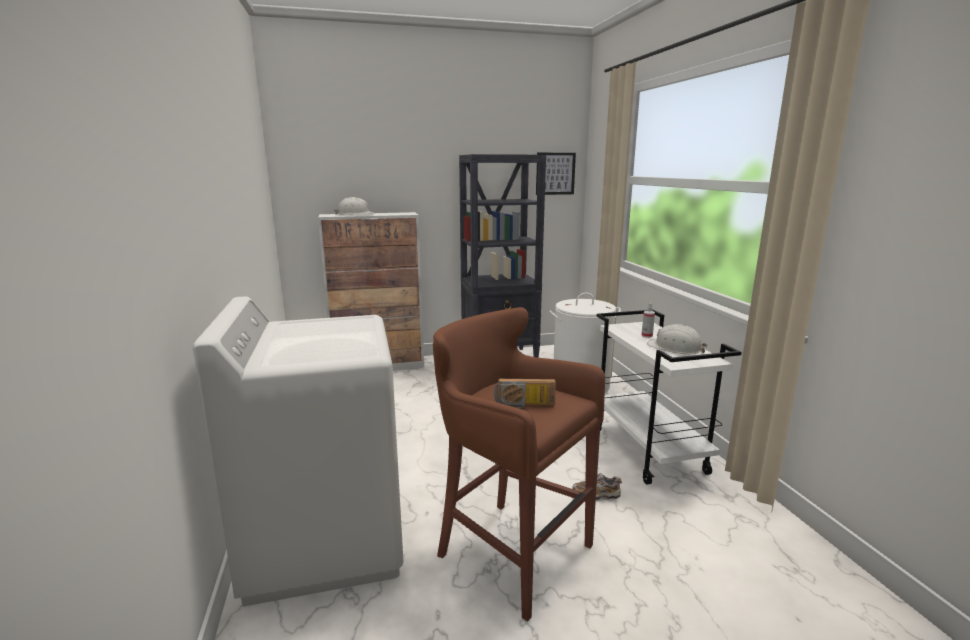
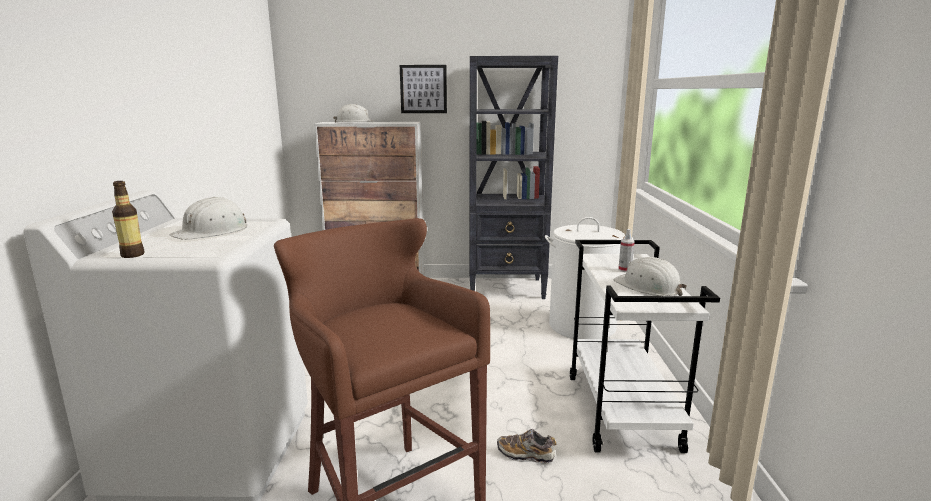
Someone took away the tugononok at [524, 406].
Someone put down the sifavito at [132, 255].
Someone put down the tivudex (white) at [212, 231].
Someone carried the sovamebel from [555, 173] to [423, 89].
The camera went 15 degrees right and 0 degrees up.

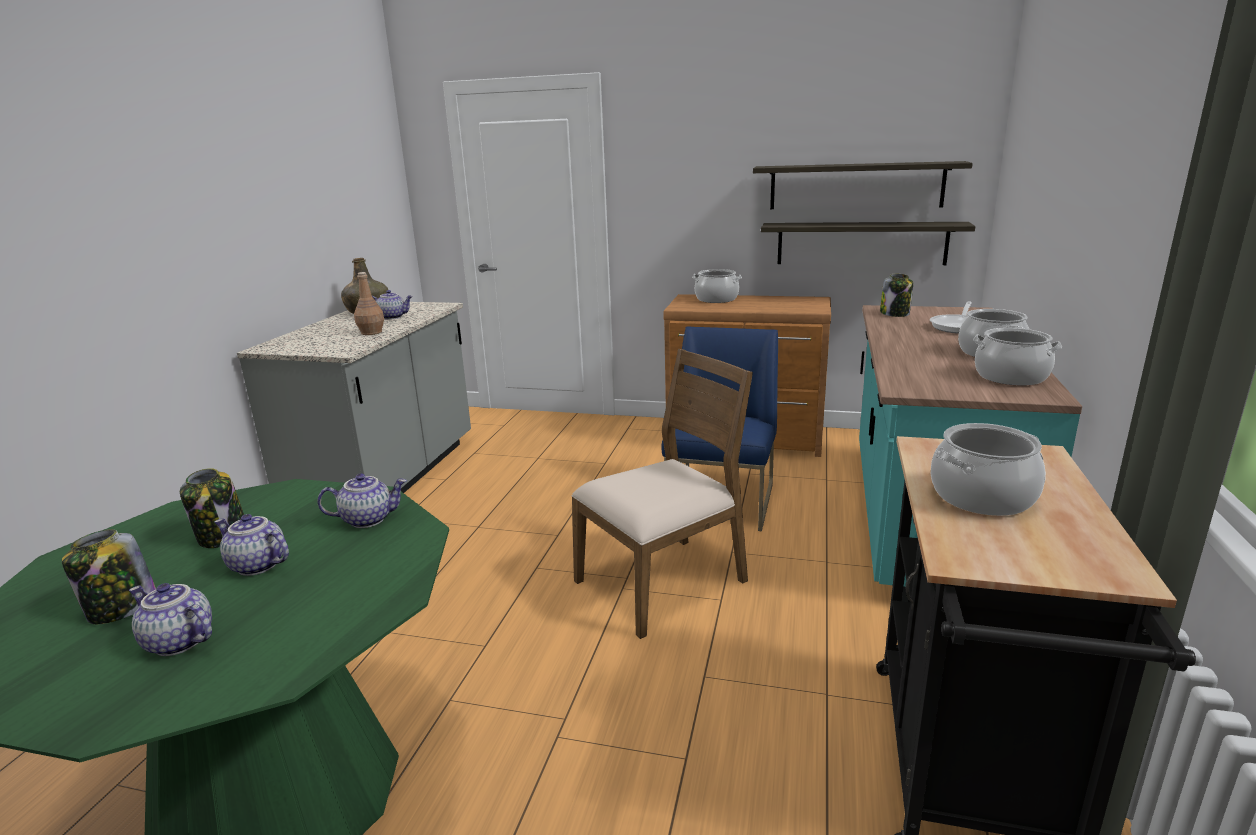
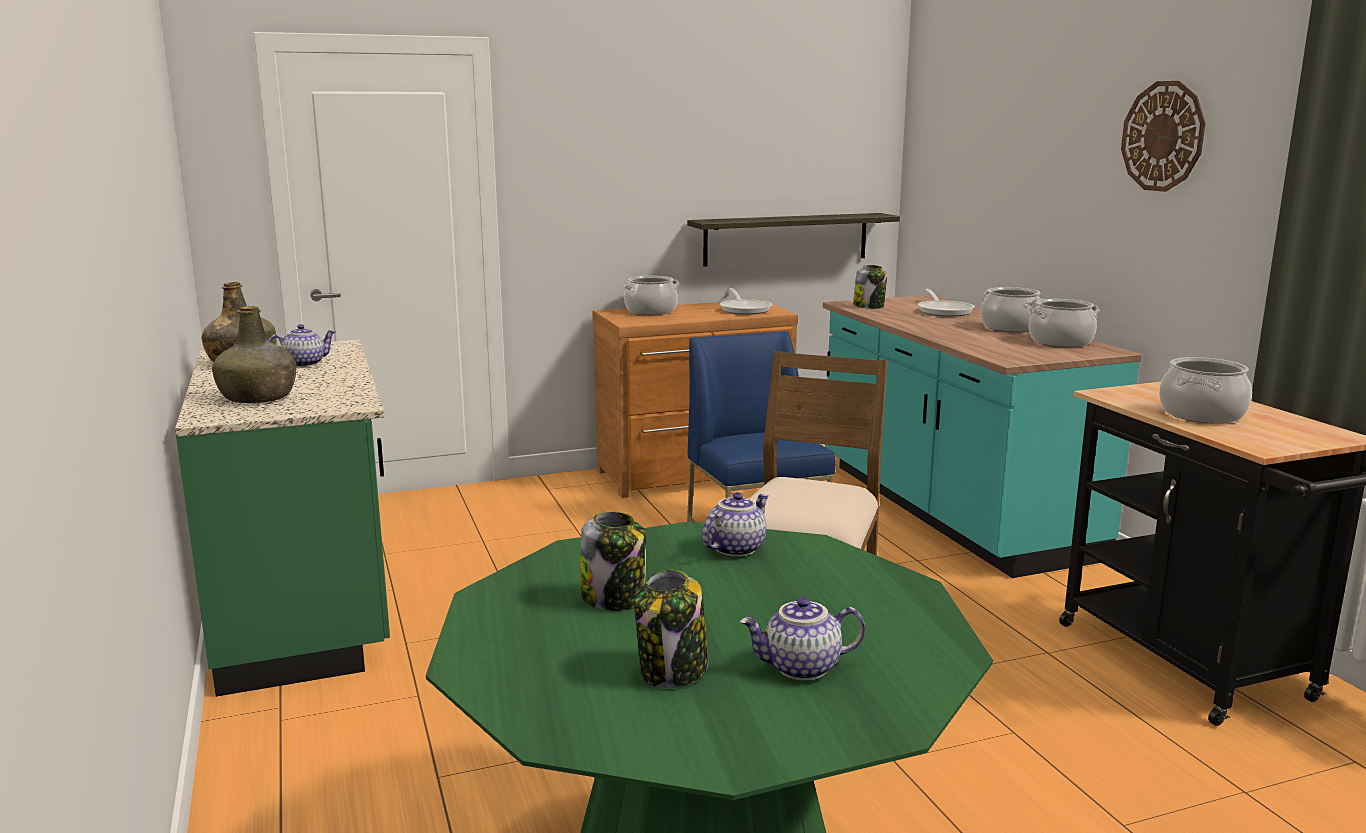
Someone took away the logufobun at [256, 566].
Someone took away the sifavito (brown) at [371, 332].
Someone took away the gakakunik at [855, 186].
Someone put down the sifavito (green) at [259, 397].
Someone put down the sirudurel at [745, 309].
Someone put up the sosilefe at [1163, 136].
Someone repainted the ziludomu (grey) at [388, 480], which became the ziludomu (green) at [307, 609].
The camera went 35 degrees left and 5 degrees down.

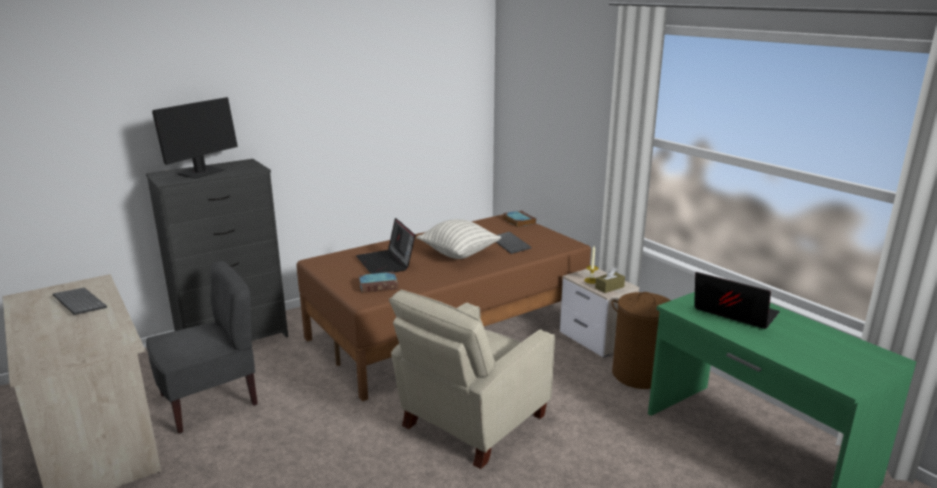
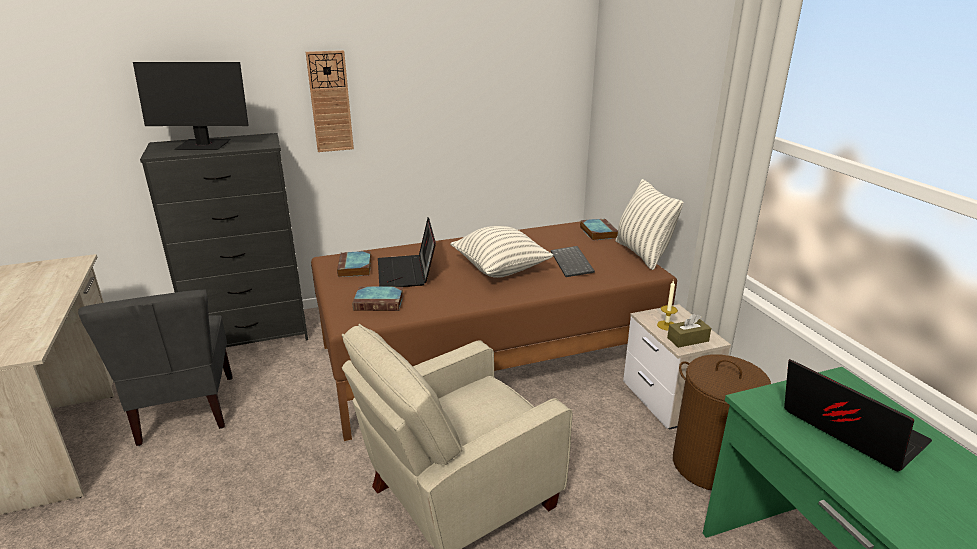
Someone took away the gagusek at [78, 303].
Someone put up the sosilefe at [330, 102].
Someone put down the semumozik at [355, 268].
Someone put down the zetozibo at [642, 254].
Someone rotated the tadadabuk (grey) at [210, 401] by 90 degrees clockwise.
Someone rotated the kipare at [201, 172] by 45 degrees clockwise.
The camera went 15 degrees right and 5 degrees up.

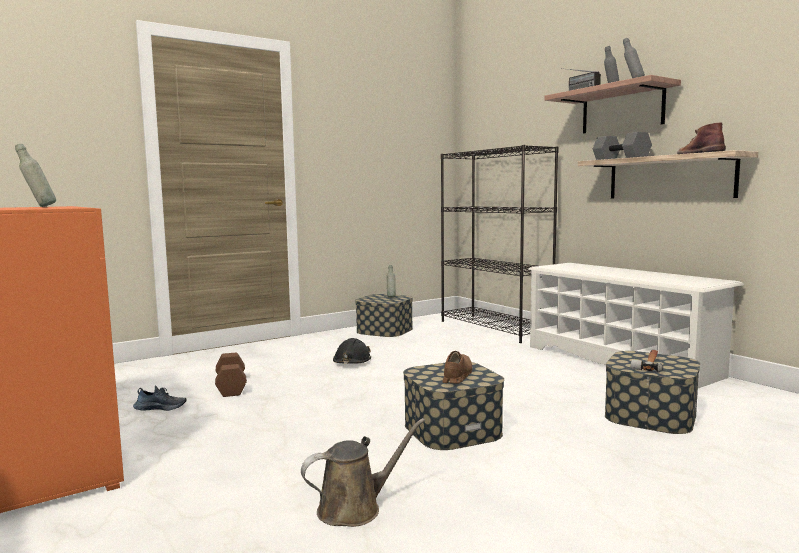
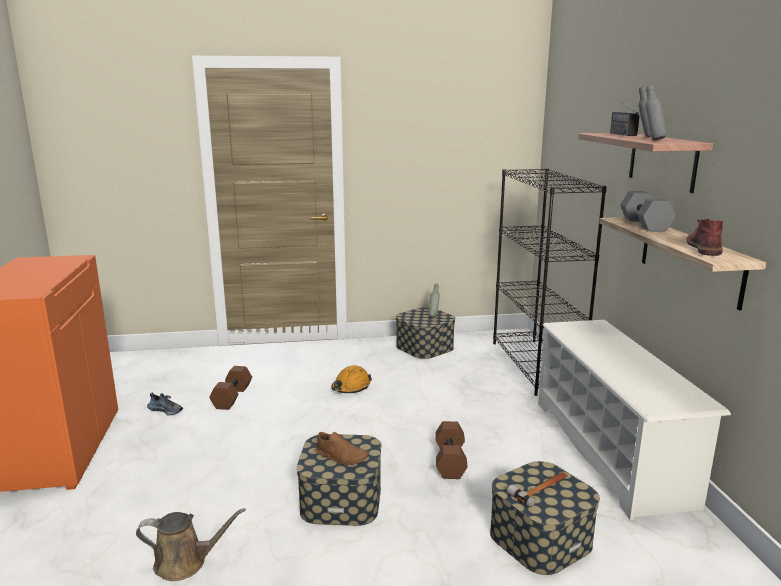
Someone took away the sifavito (grey) at [39, 207].
Someone put down the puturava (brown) at [451, 461].
Someone repainted the tivudex (black) at [352, 362], which became the tivudex (orange) at [351, 387].
Someone rotated the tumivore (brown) at [457, 375] by 75 degrees clockwise.
The camera went 25 degrees right and 10 degrees up.

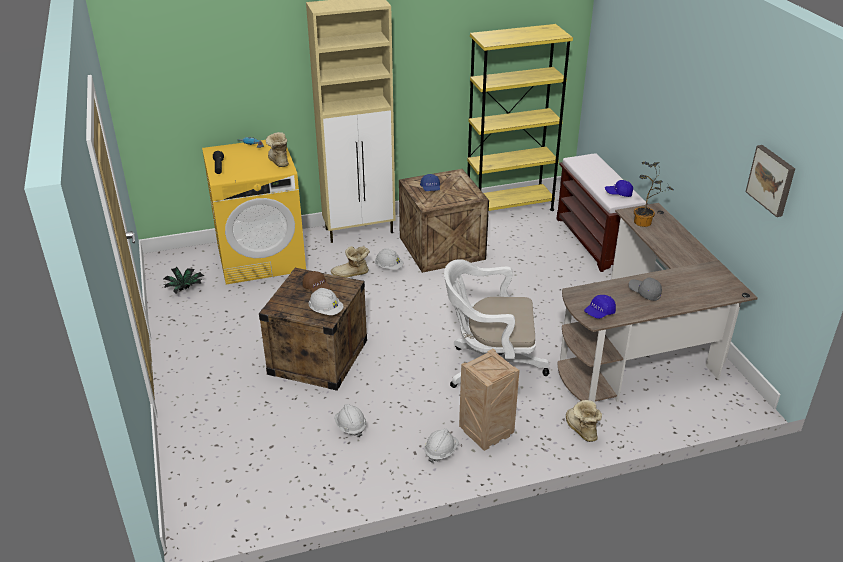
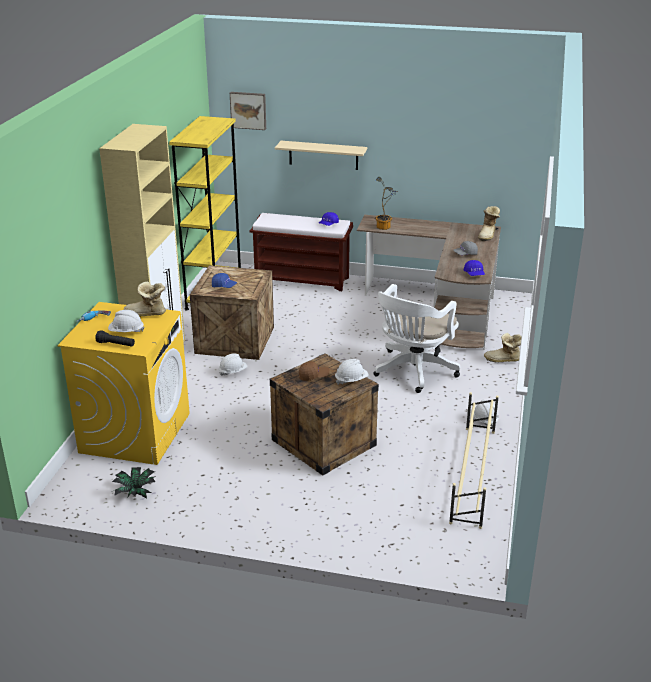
Someone took away the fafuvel at [486, 435].
Someone put up the gakakunik (beige) at [323, 155].
Someone put down the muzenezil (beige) at [472, 475].
Someone carried the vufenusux from [351, 274] to [488, 235].
Someone carried the tivudex (white) from [350, 427] to [126, 332].
Someone carried the sovamebel from [772, 180] to [248, 110].
The camera went 60 degrees left and 5 degrees down.

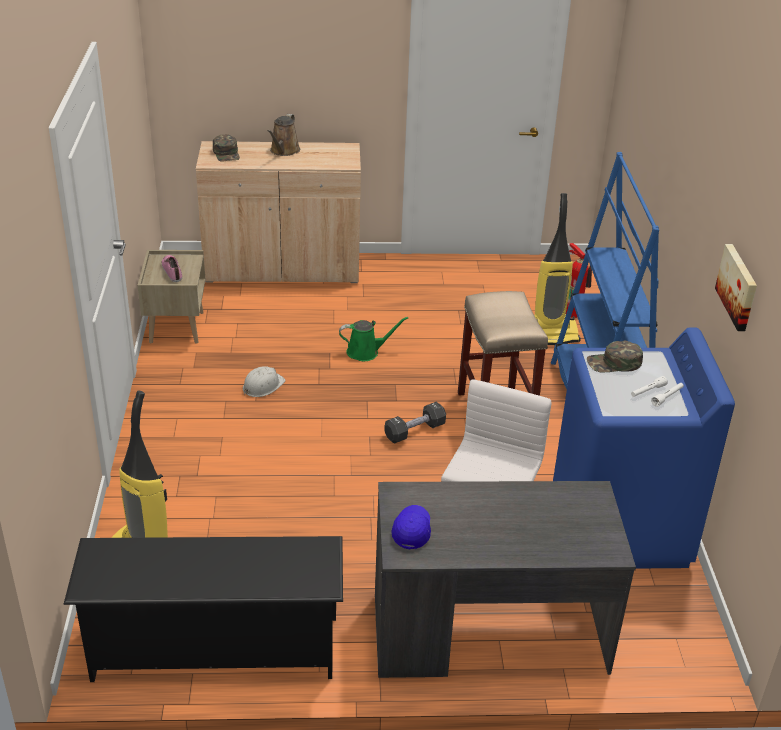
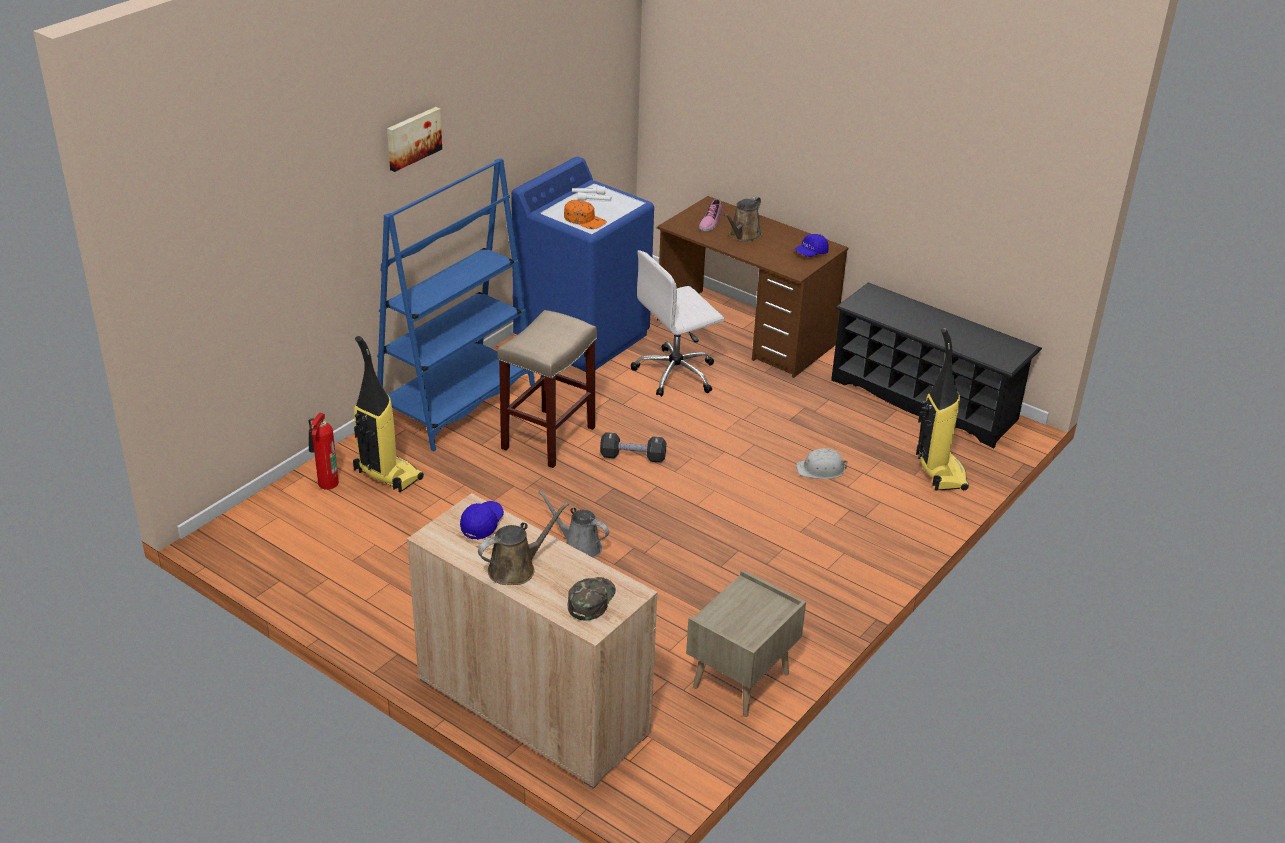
Someone put down the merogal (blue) at [482, 524].
Someone put down the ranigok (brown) at [743, 235].
Someone carried the tumivore from [173, 271] to [710, 222].
Someone carried the tivudex (white) from [262, 386] to [821, 469].
Someone carried the sovamebel from [738, 287] to [412, 138].
Someone repainted the ranigok (green) at [366, 352], which became the ranigok (grey) at [579, 546].
Someone repainted the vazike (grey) at [488, 634], which became the vazike (brown) at [745, 333].
Someone repainted the merogal (green) at [614, 363], which became the merogal (orange) at [585, 220].
The camera went 140 degrees left and 0 degrees up.

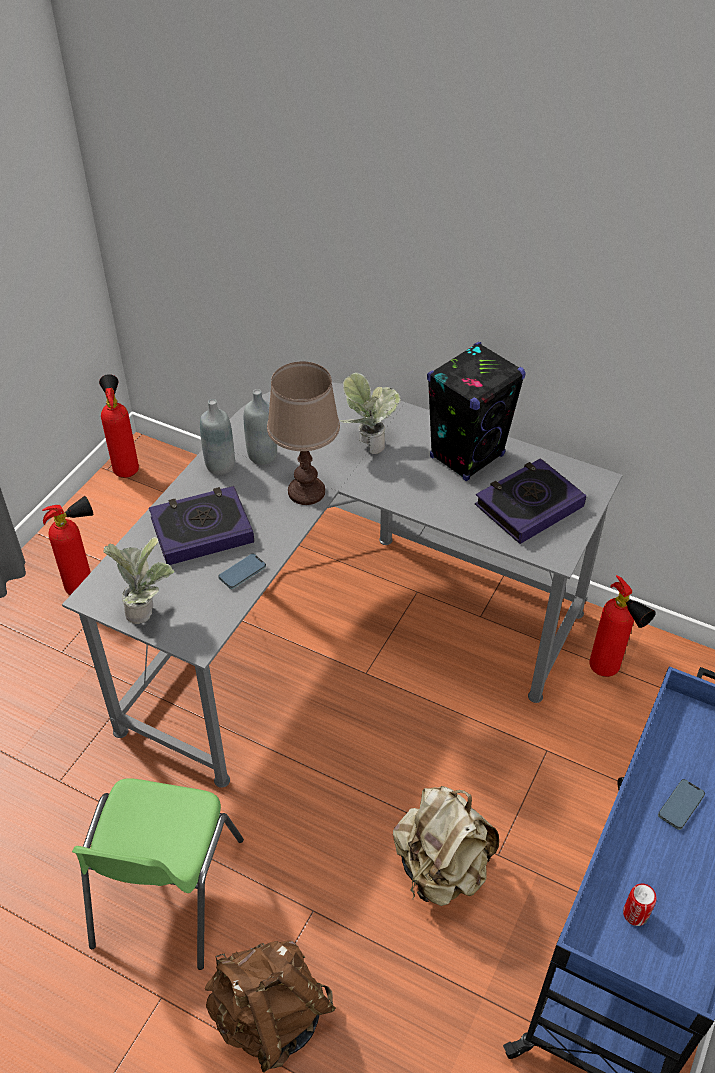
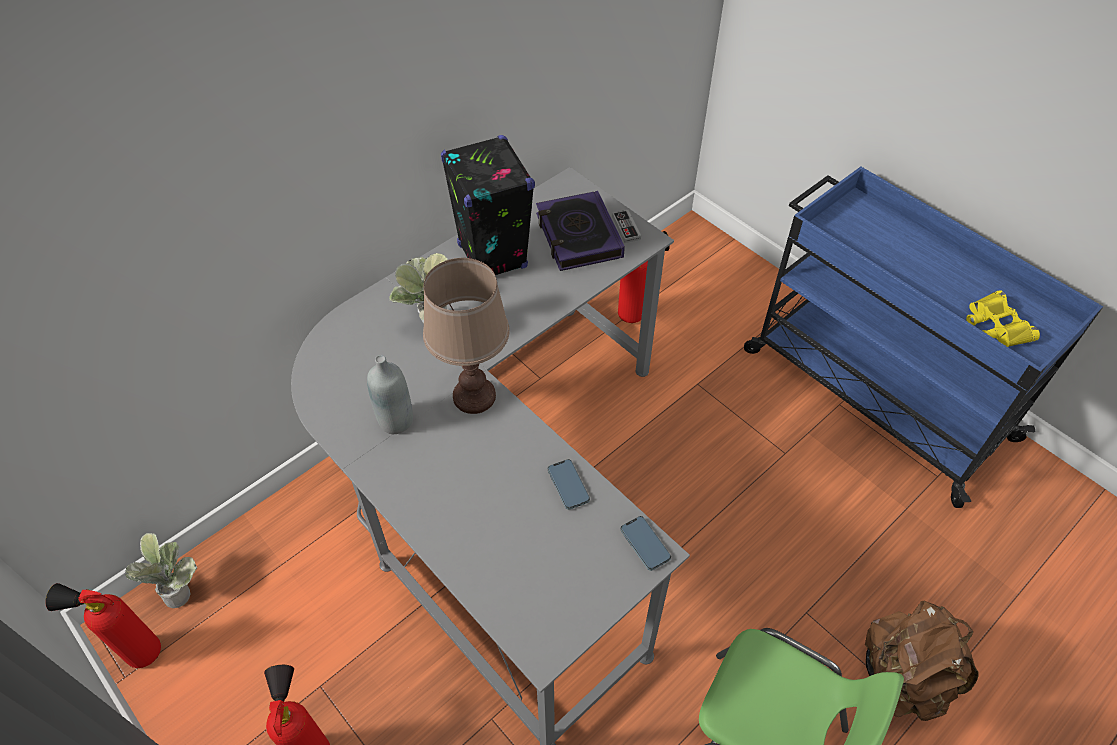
Someone took away the semumozik at [202, 530].
Someone took away the sifavito (grey) at [220, 465].
Someone took away the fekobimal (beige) at [441, 868].
Someone put down the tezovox at [626, 228].
Someone carried the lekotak from [147, 610] to [178, 589].
Someone carried the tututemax from [680, 805] to [645, 544].
Someone swapped the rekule at [635, 914] for the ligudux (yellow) at [995, 326].
The camera went 70 degrees left and 5 degrees up.

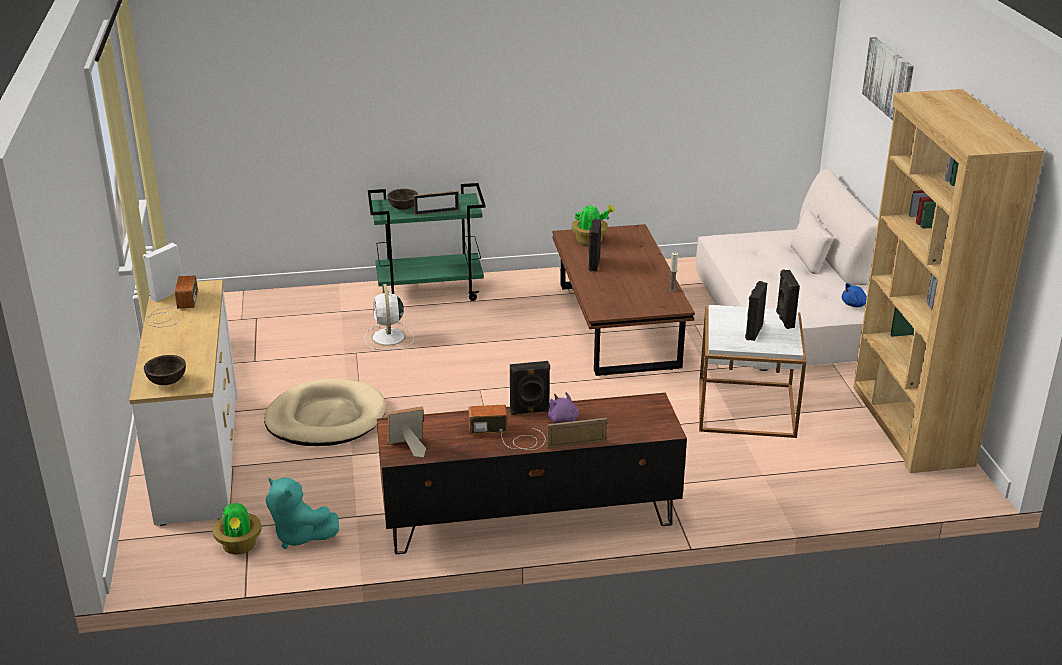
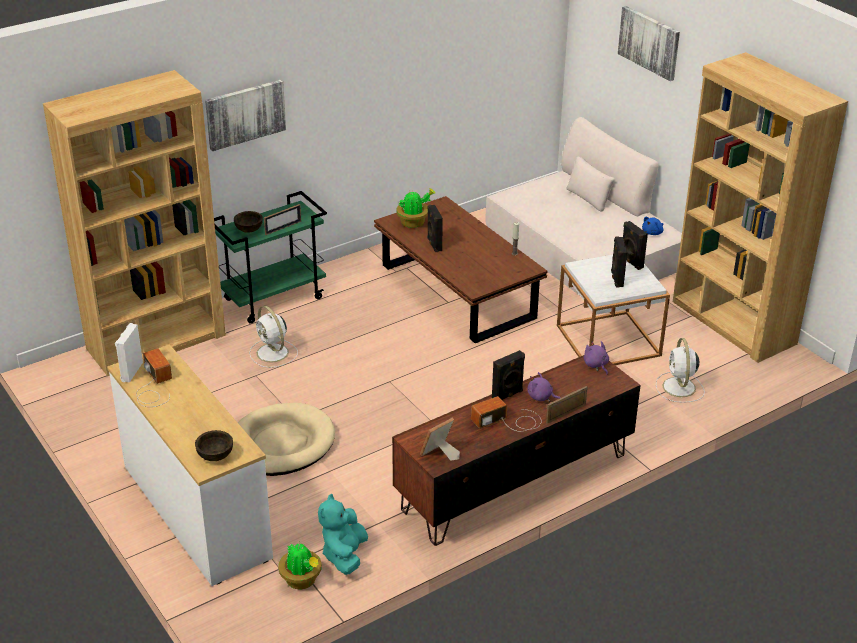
Someone put down the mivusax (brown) at [157, 342].
Someone put up the sovamebel at [245, 114].
Someone put down the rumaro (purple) at [596, 365].
Someone put down the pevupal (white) at [679, 388].
Someone rotated the rumaro (turquoise) at [299, 536] by 90 degrees clockwise.
The camera went 25 degrees left and 5 degrees up.

